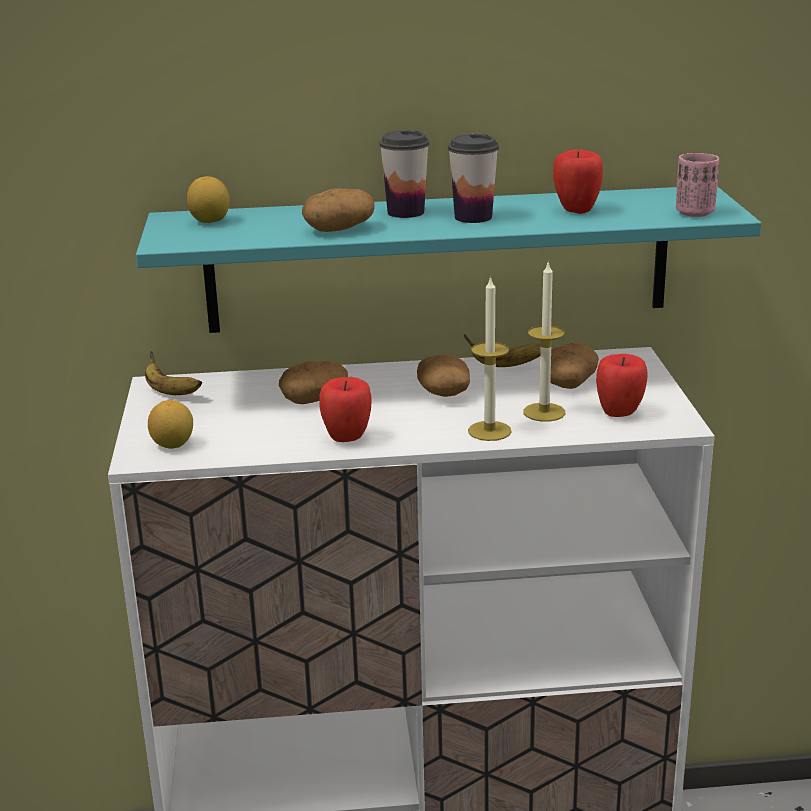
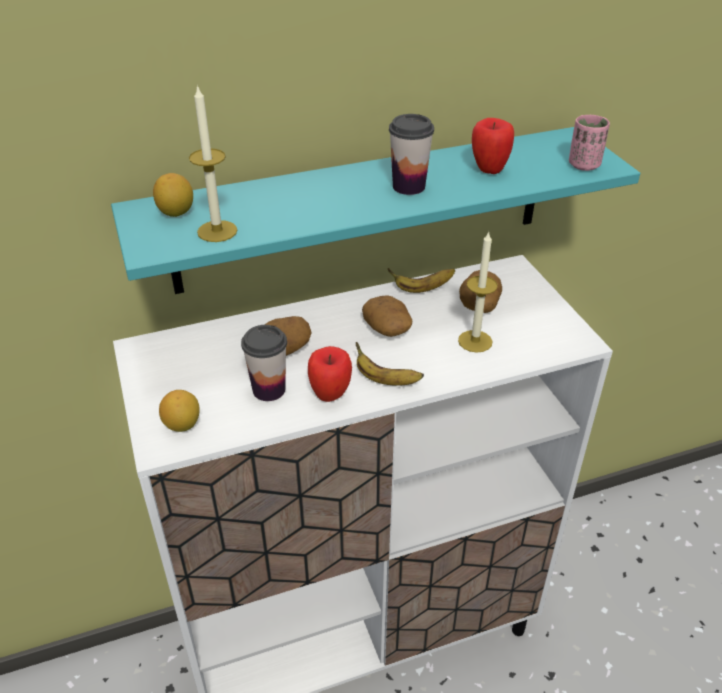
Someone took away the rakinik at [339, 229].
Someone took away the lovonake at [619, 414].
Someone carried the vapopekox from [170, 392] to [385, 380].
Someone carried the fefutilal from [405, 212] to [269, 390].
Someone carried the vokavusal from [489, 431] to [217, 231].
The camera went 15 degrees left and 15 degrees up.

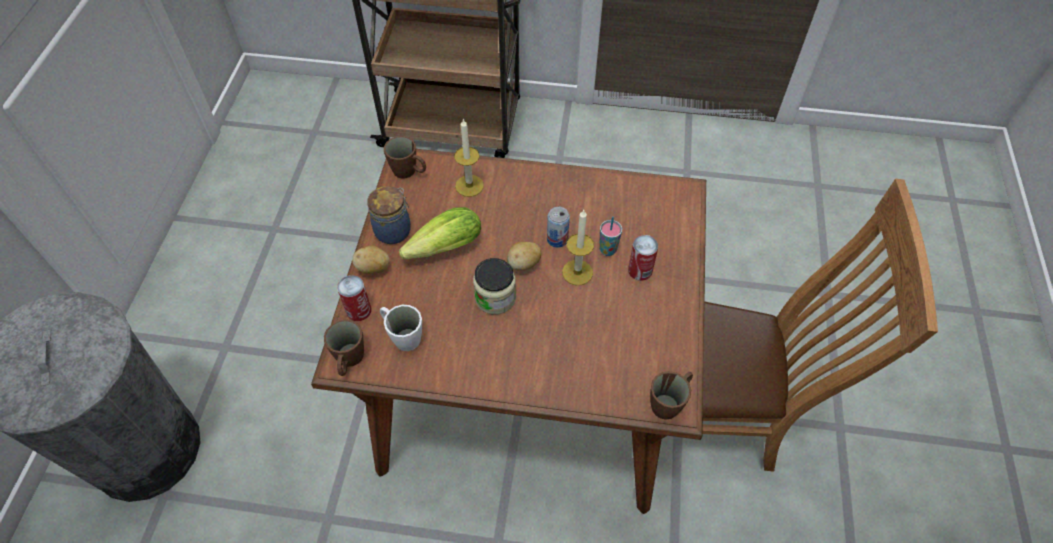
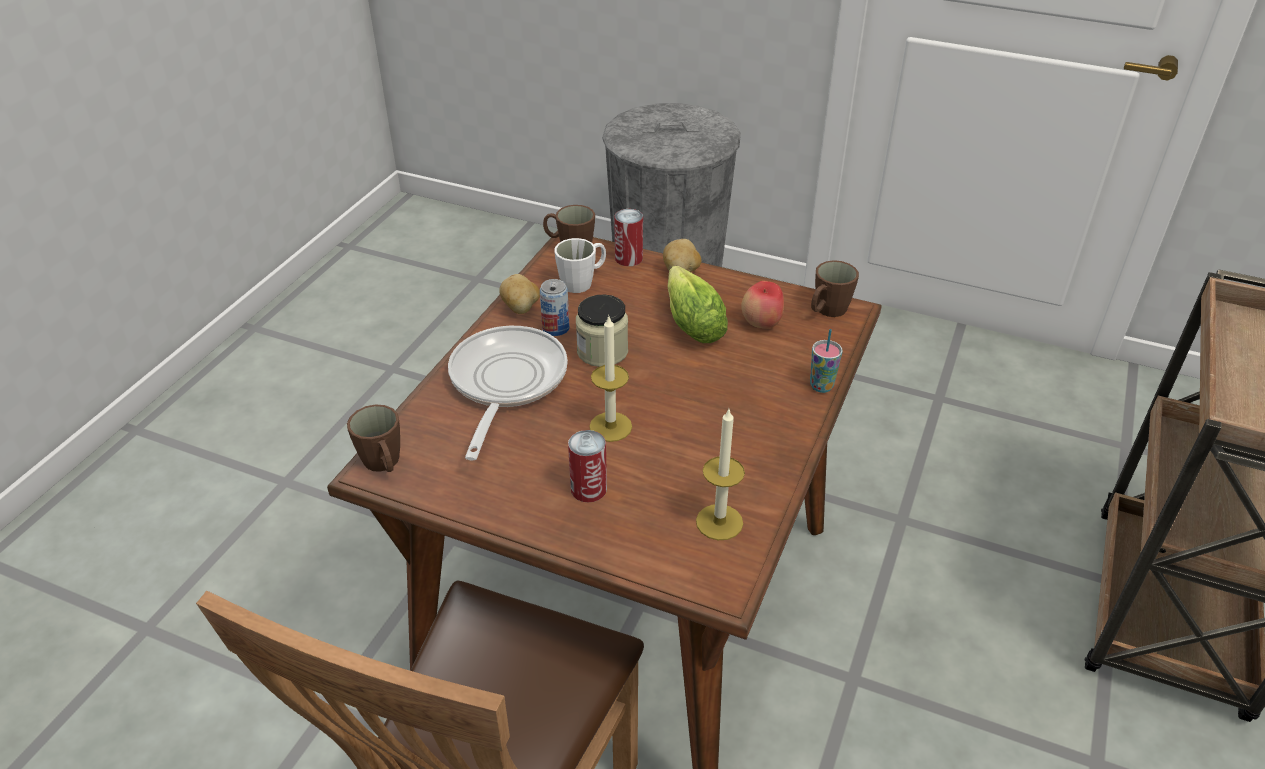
Someone took away the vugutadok at [394, 230].
Someone put down the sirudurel at [505, 383].
Someone put down the lovonake at [761, 324].
Someone carried the vokavusal from [469, 185] to [719, 522].
Someone carried the rakinik from [523, 264] to [521, 308].
Someone carried the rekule from [557, 239] to [556, 328].
Someone carried the fefutilal from [608, 250] to [821, 386].
The camera went 105 degrees right and 15 degrees down.

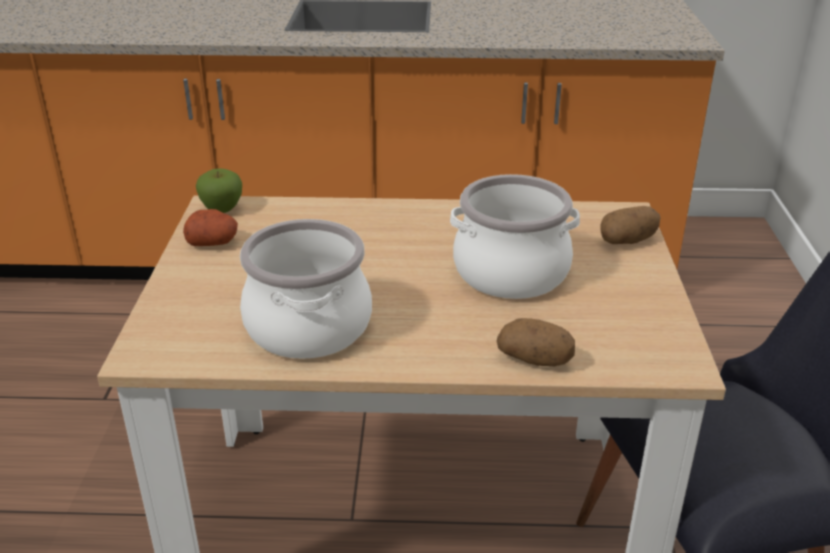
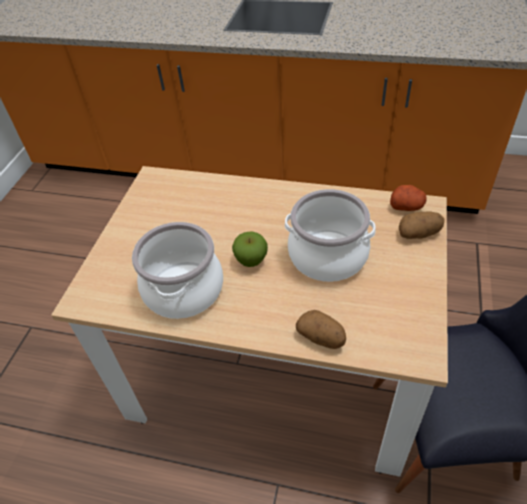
Someone carried the rakinik from [213, 242] to [407, 206].
Someone carried the lovonake from [222, 209] to [251, 261].
The camera went 15 degrees right and 15 degrees up.

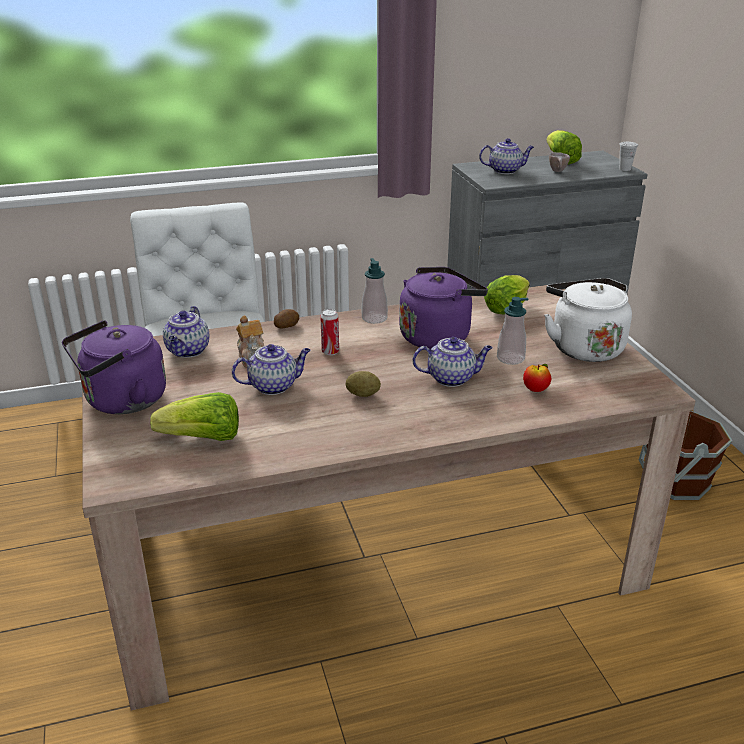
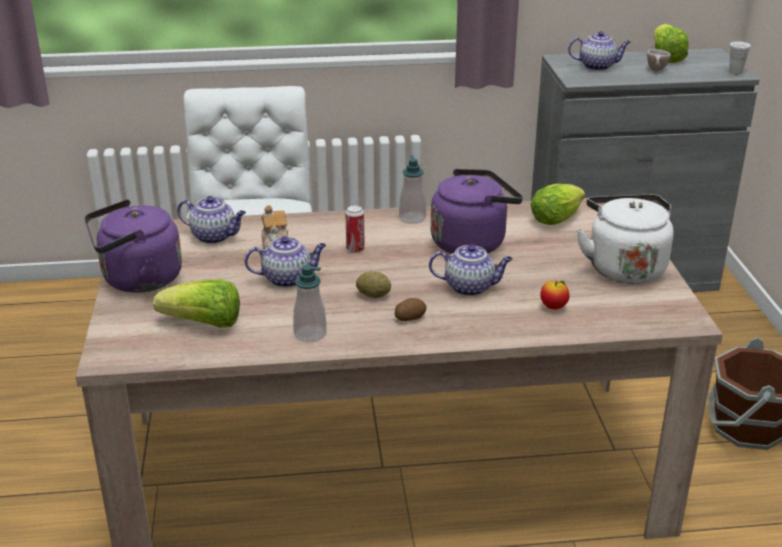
Someone carried the rakinik from [286, 326] to [409, 317].
Someone carried the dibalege from [510, 358] to [310, 334].
Someone rotated the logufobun at [188, 351] by 90 degrees counterclockwise.
The camera went 10 degrees right and 0 degrees up.

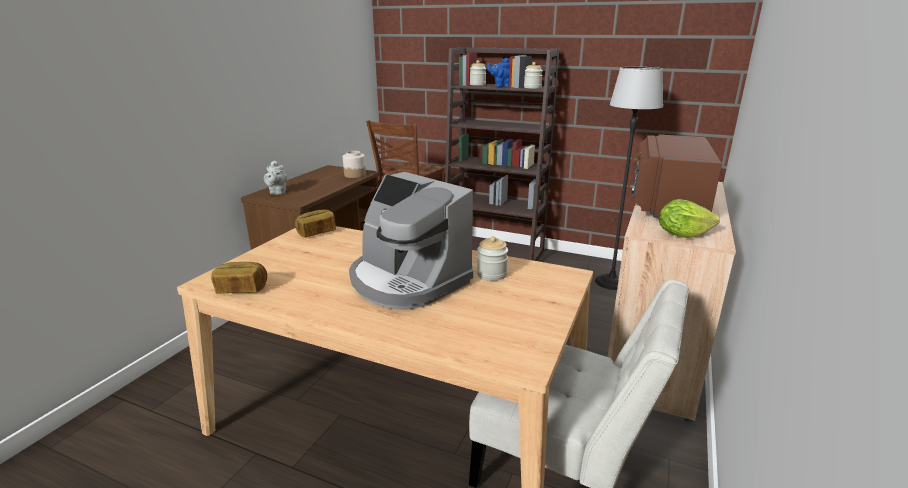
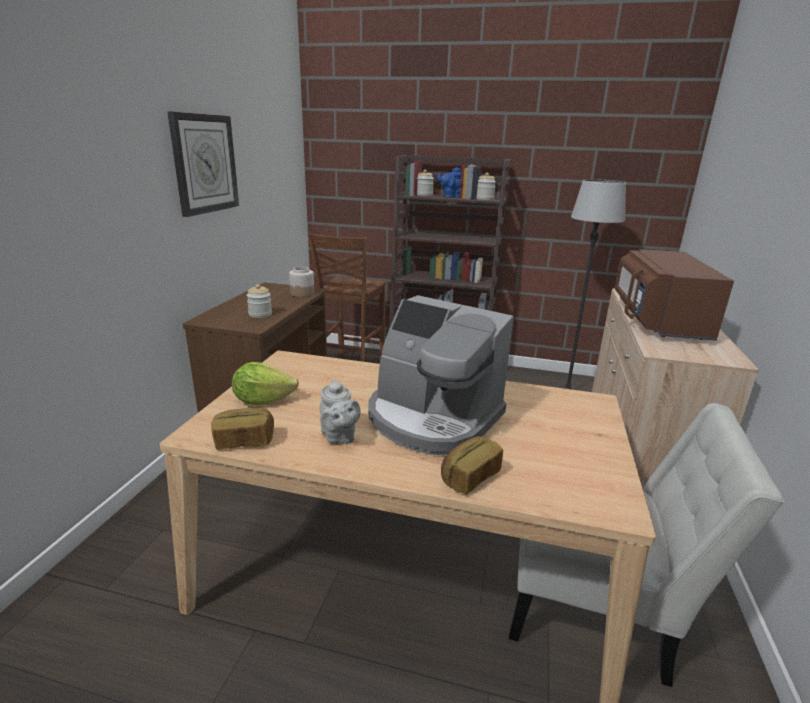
Someone put up the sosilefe at [204, 164].
Someone carried the logufobun (grey) from [277, 192] to [339, 437].
Someone carried the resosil from [316, 232] to [469, 477].
Someone carried the vugutadok from [491, 274] to [260, 314].
Someone carried the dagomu from [682, 234] to [263, 400].
The camera went 10 degrees left and 0 degrees up.

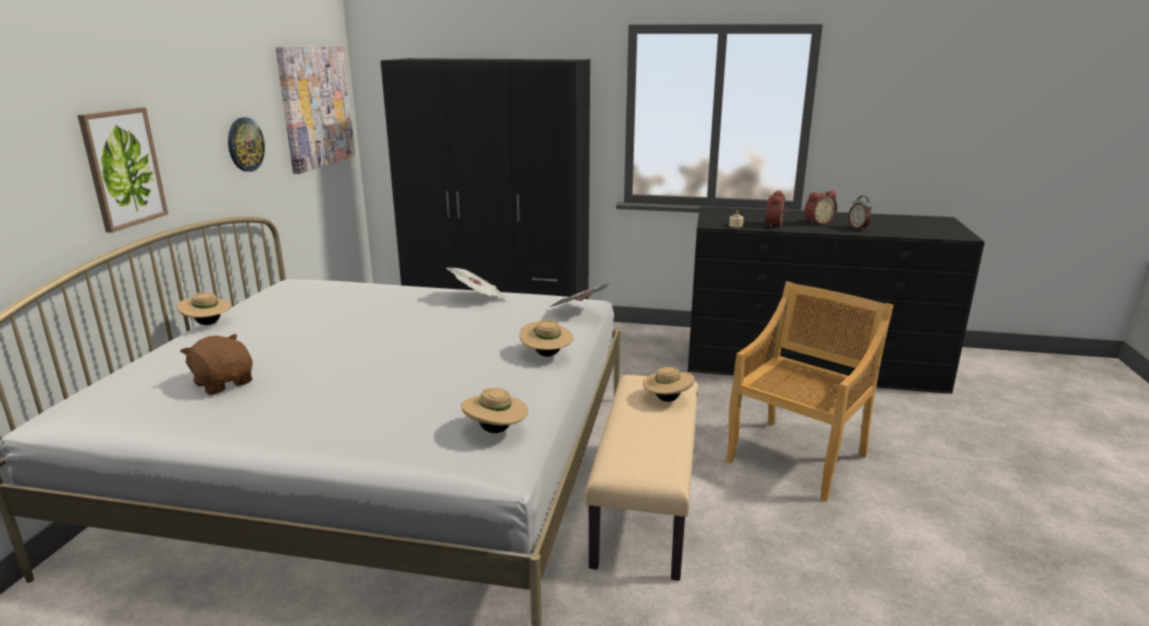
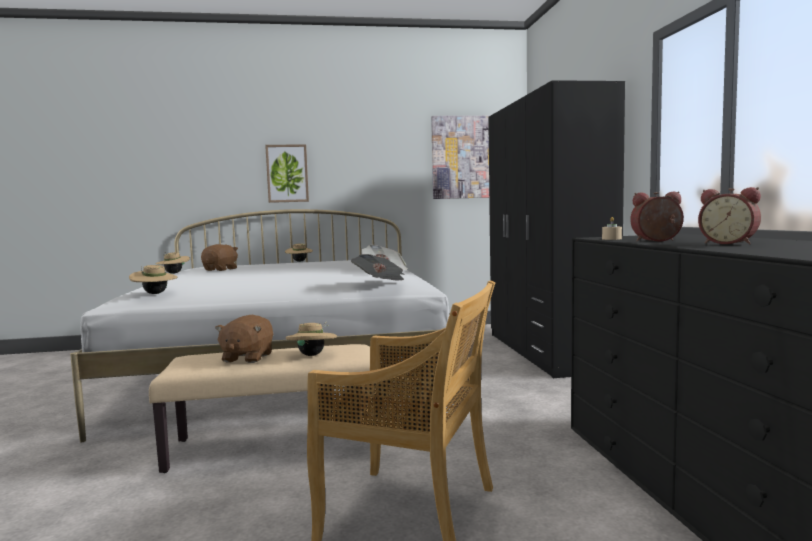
Someone took away the sosilefe at [245, 144].
Someone took away the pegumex at [858, 228].
Someone put down the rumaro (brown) at [247, 358].
Someone carried the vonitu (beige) from [546, 355] to [173, 273].
The camera went 70 degrees right and 15 degrees down.

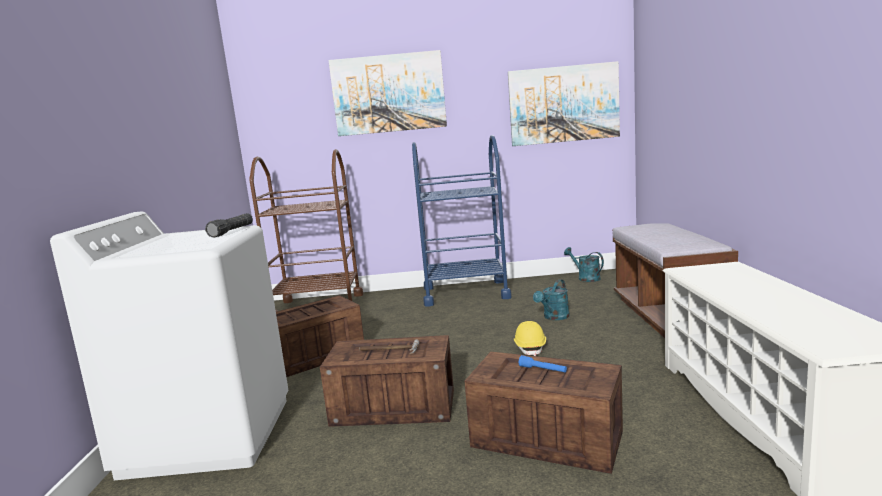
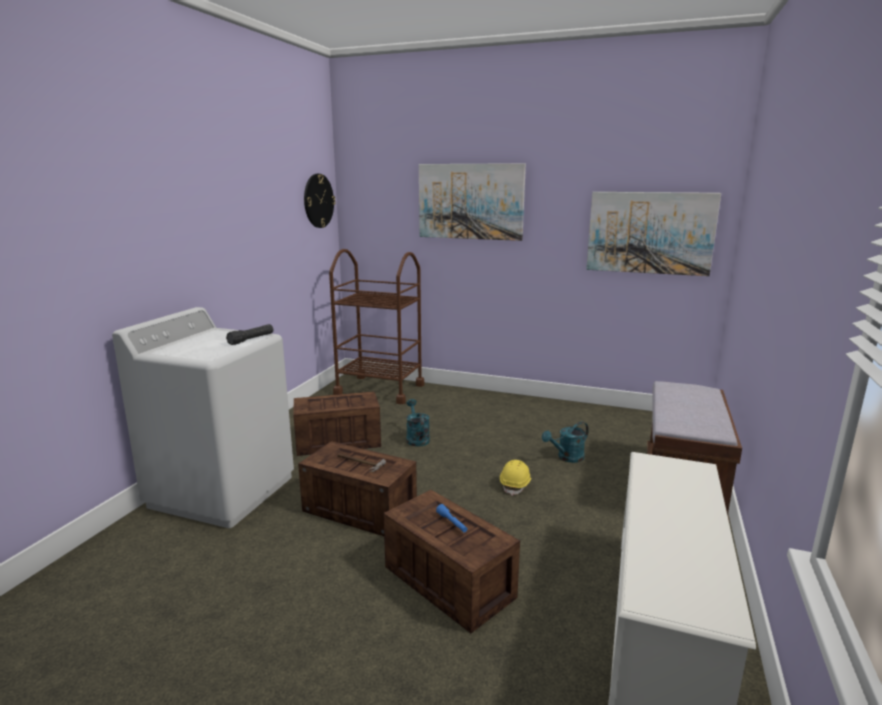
Someone took away the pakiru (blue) at [465, 293].
Someone put up the sosilefe at [318, 201].
Someone carried the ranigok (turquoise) from [585, 278] to [416, 438].
The camera went 20 degrees right and 5 degrees up.

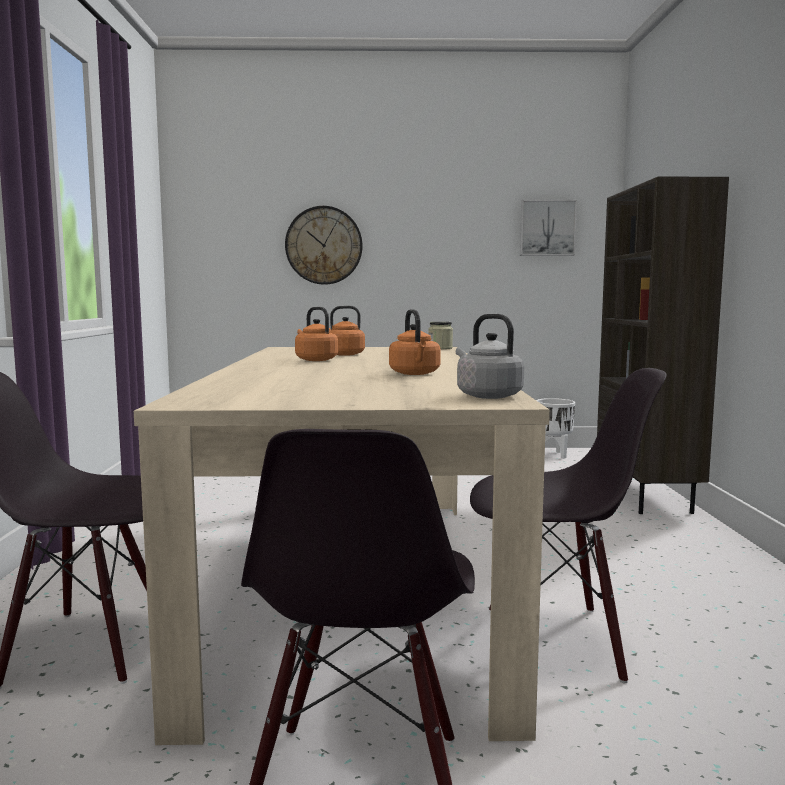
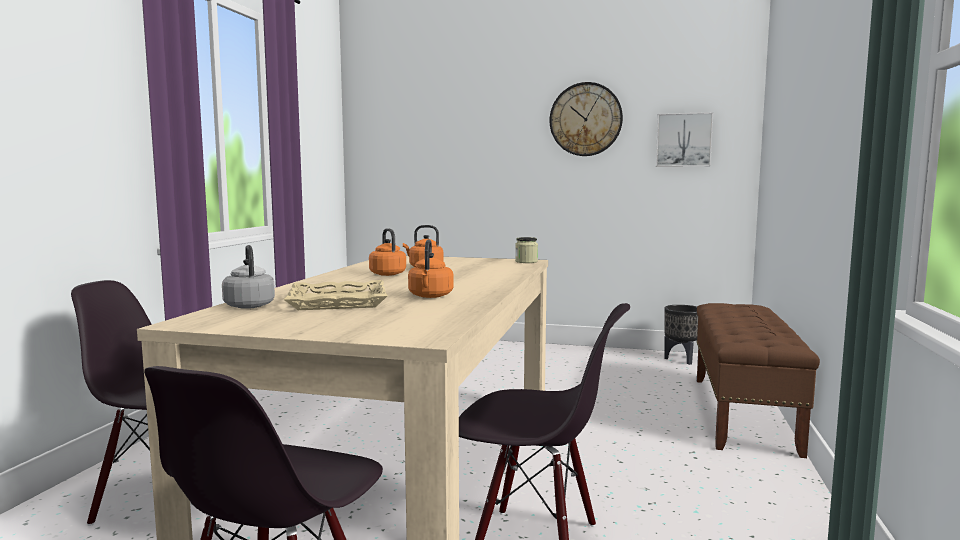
Someone put down the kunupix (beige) at [338, 302].
Someone carried the sosilefe from [324, 245] to [585, 119].
Someone carried the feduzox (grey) from [486, 396] to [249, 305].
Someone swapped the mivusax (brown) at [647, 497] for the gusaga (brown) at [743, 413].
Someone repainted the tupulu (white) at [553, 454], which became the tupulu (black) at [682, 359].
The camera went 15 degrees right and 0 degrees up.

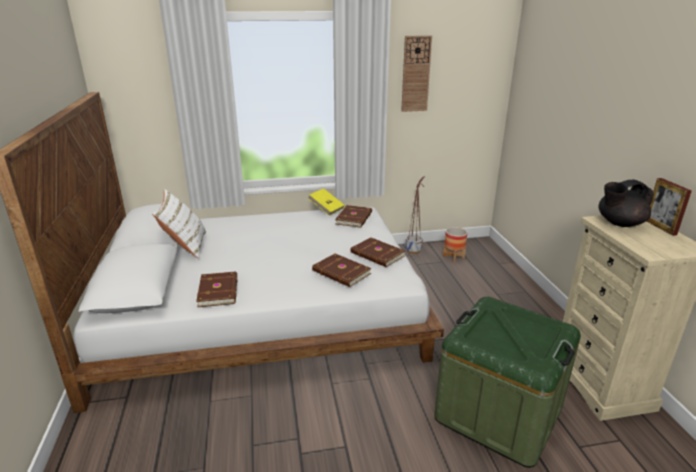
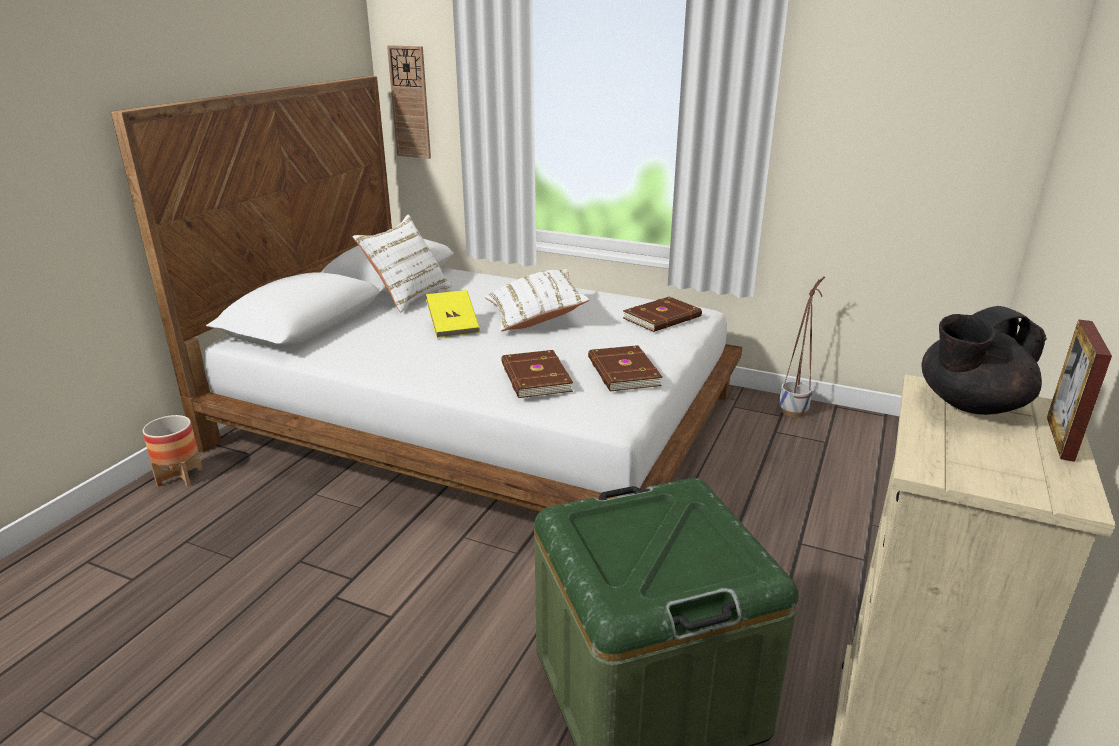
Someone took away the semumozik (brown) at [219, 291].
Someone put down the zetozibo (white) at [535, 317].
Someone carried the semumozik (yellow) from [326, 209] to [453, 327].
Someone carried the sosilefe from [416, 74] to [410, 103].
Someone carried the tupulu from [453, 257] to [180, 477].
Someone rotated the logufobun (black) at [619, 223] by 45 degrees counterclockwise.
The camera went 35 degrees right and 0 degrees up.

